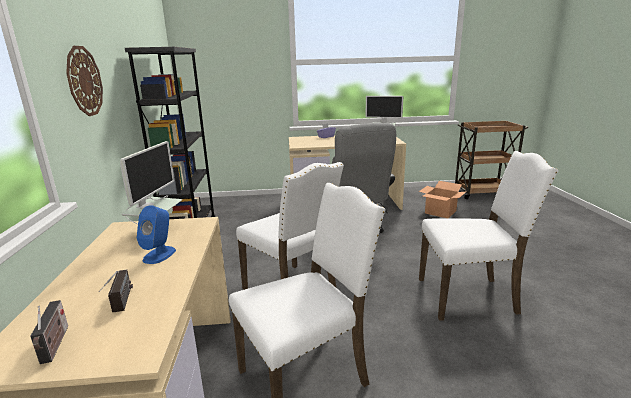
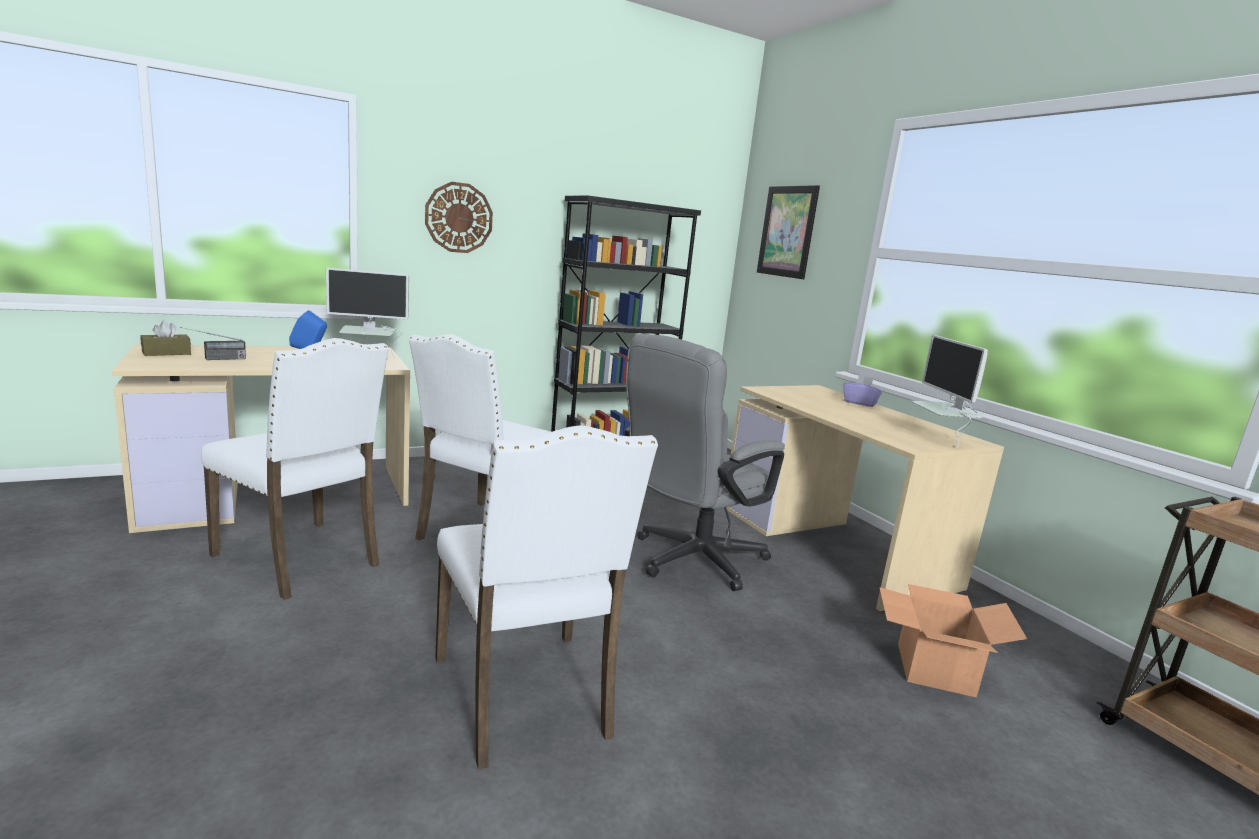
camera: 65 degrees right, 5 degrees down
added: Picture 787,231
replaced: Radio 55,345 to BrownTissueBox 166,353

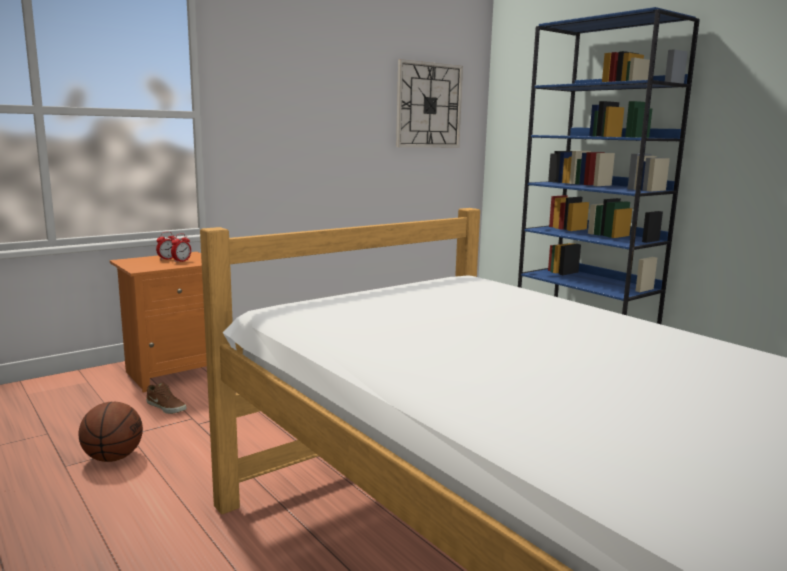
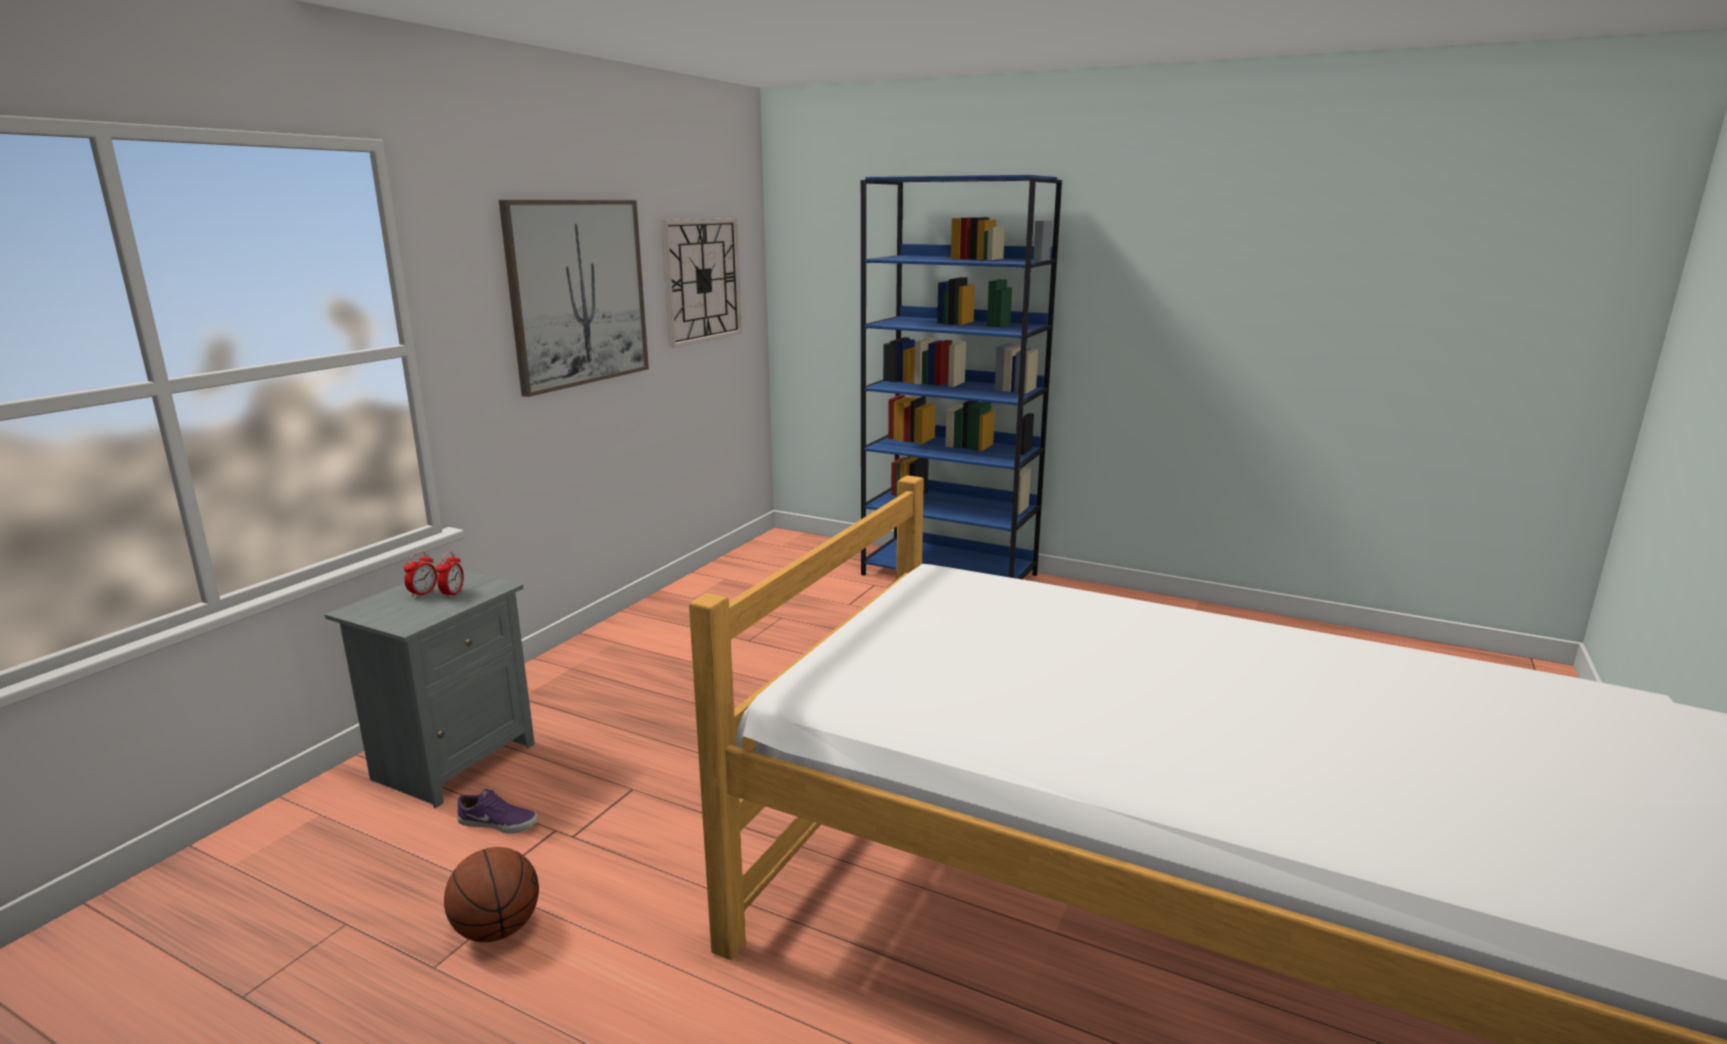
camera: 25 degrees left, 5 degrees up
added: Picture 578,293
recoloured: OrangeNightstand 173,373 to GreyNightstand 452,761; BrownShoe 167,407 to PurpleShoe 499,822

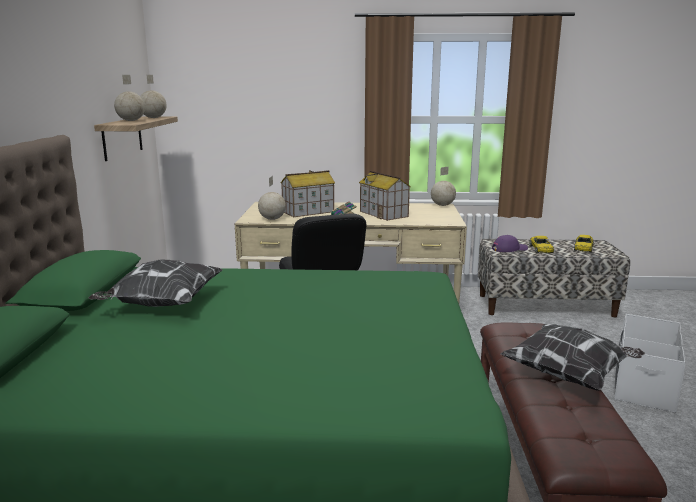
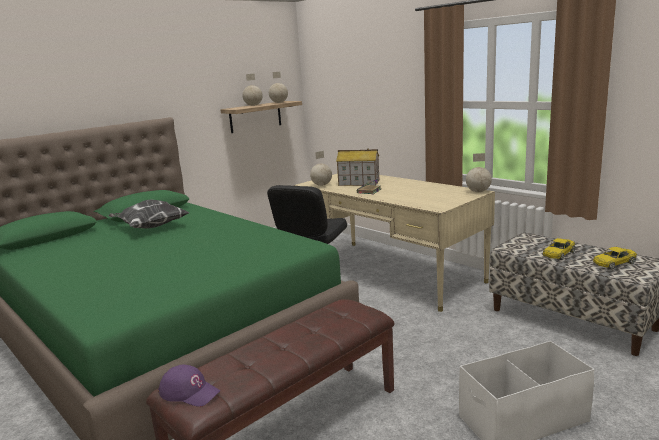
camera: 45 degrees right, 0 degrees up
removed: ToyHouse 384,214; Pillow 570,375
moved: PurpleCap 509,249 to 189,392

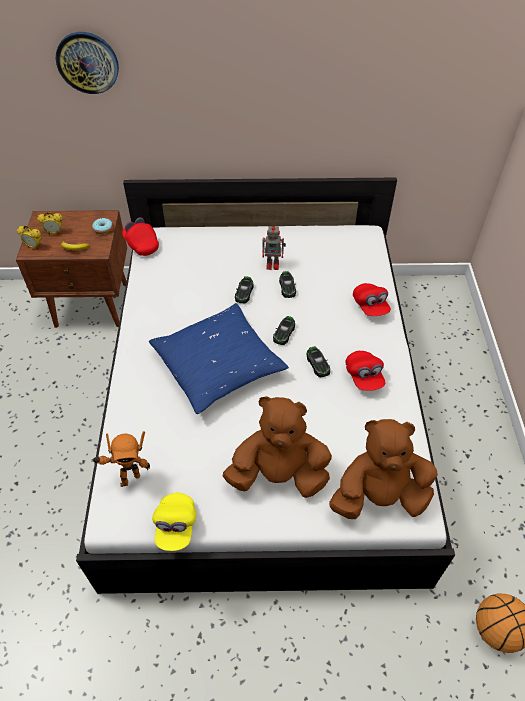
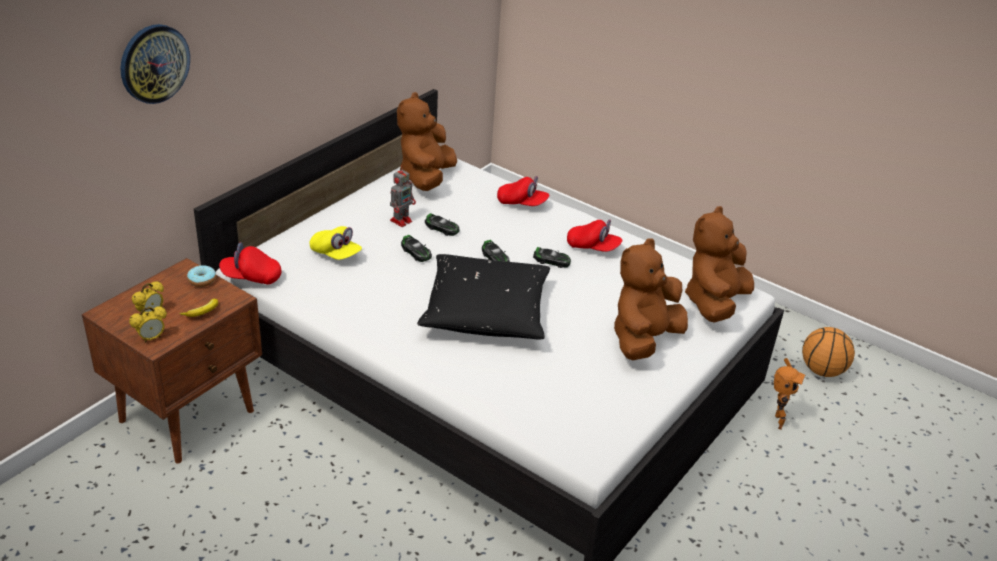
camera: 55 degrees left, 15 degrees down
added: BrownPlushToy 426,178
moved: YellowCap 176,526 to 335,254; ToyRobot 129,478 to 775,422
recoloured: BluePillow 218,365 to BlackPillow 486,311

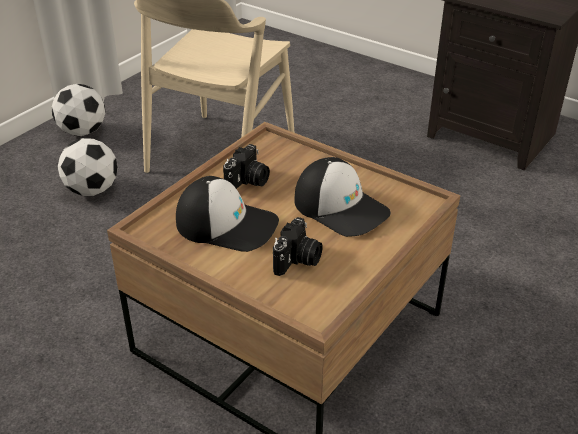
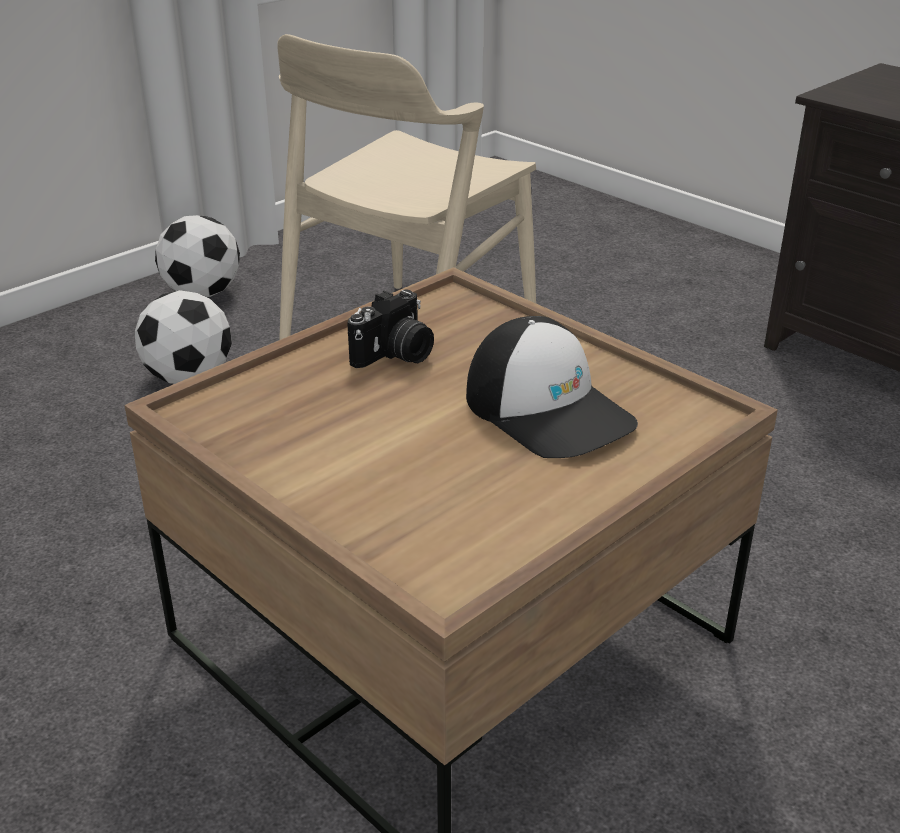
camera: 10 degrees right, 5 degrees down
removed: Cap 227,224; PhotoCamera 298,261

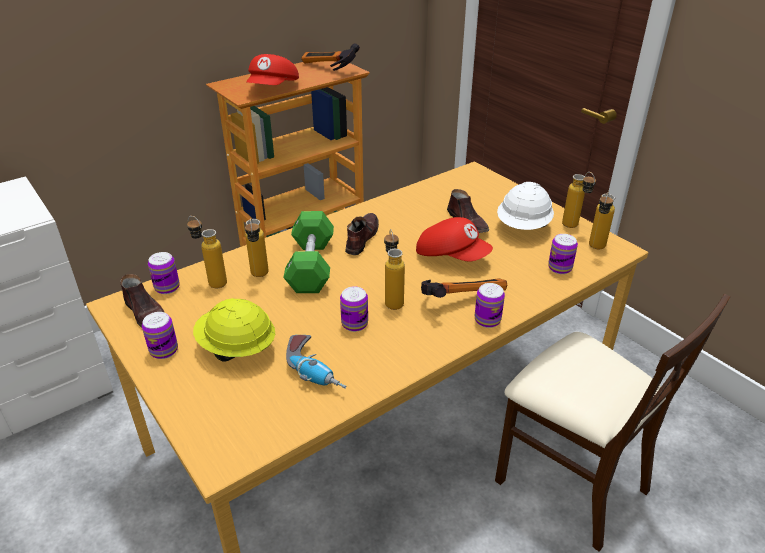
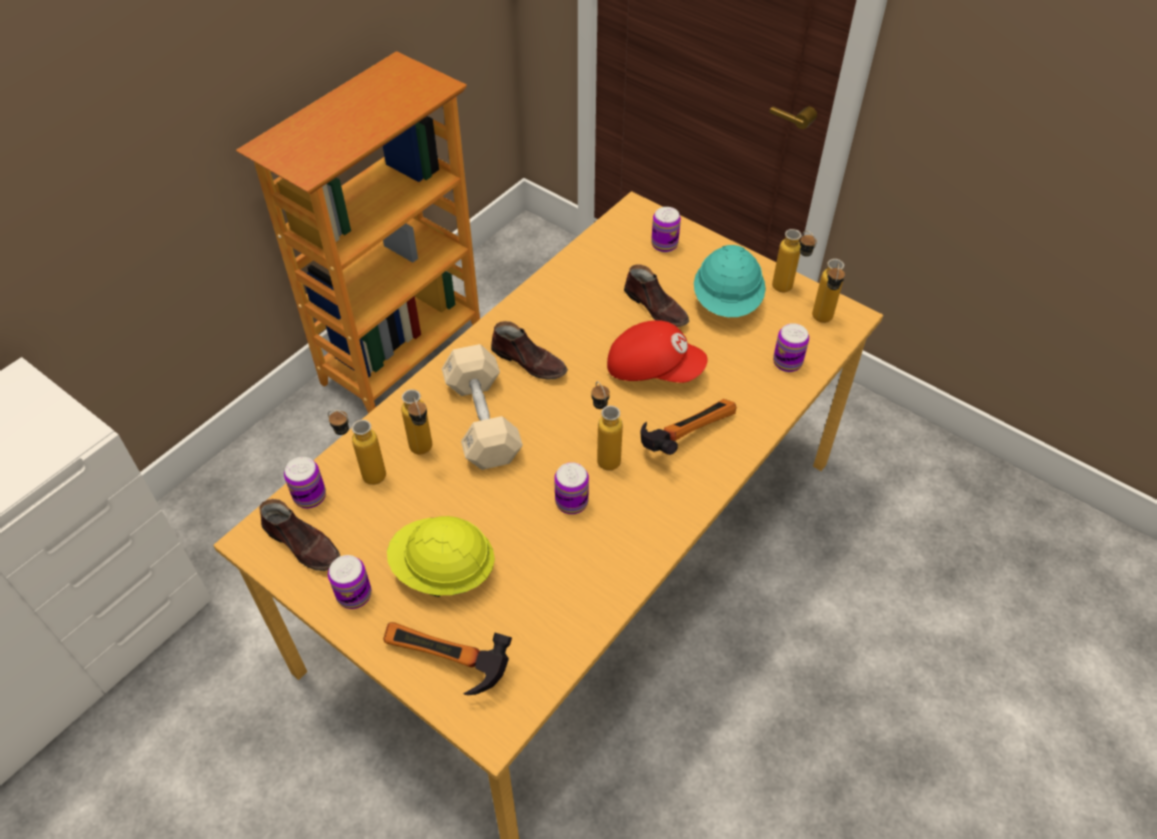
camera: 15 degrees left, 15 degrees up
removed: RedCap 273,88; PowerDrill 316,370; BeigeChair 571,482
moved: Hammer 326,69 to 444,666; Can 487,320 to 664,244
recoloured: GreenDumbbell 311,265 to BeigeDumbbell 482,421; WhiteHardHat 523,227 to TurquoiseHardHat 727,302
turned: BrownShoe 361,238 = 530,361 120 degrees clockwise

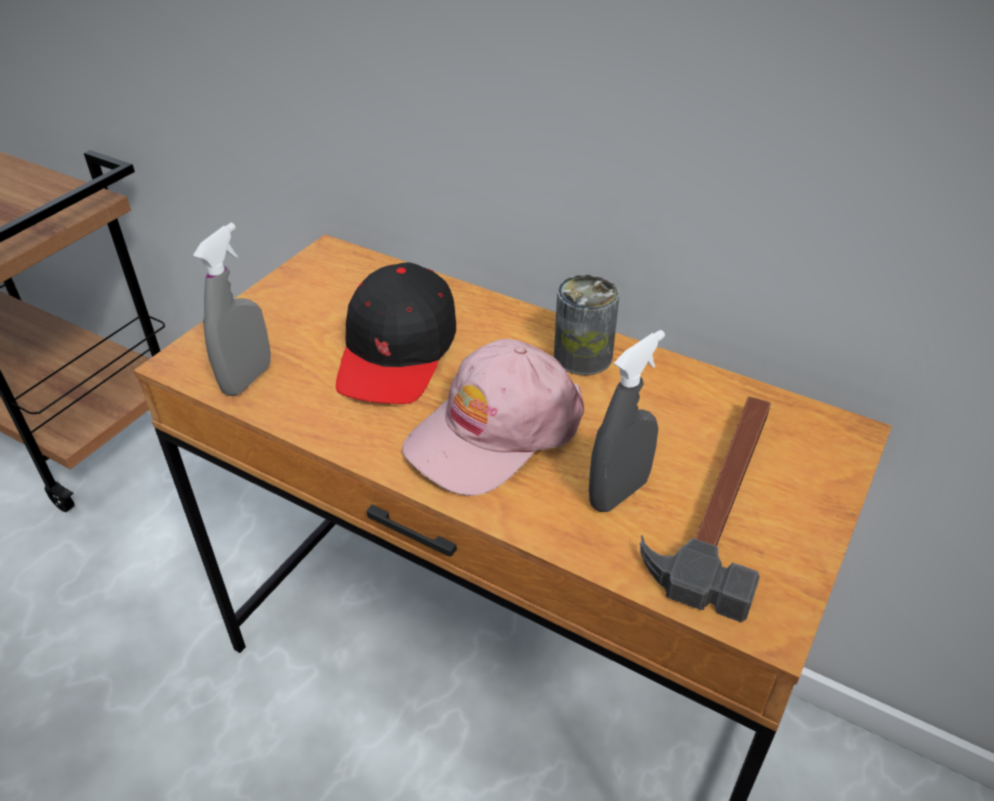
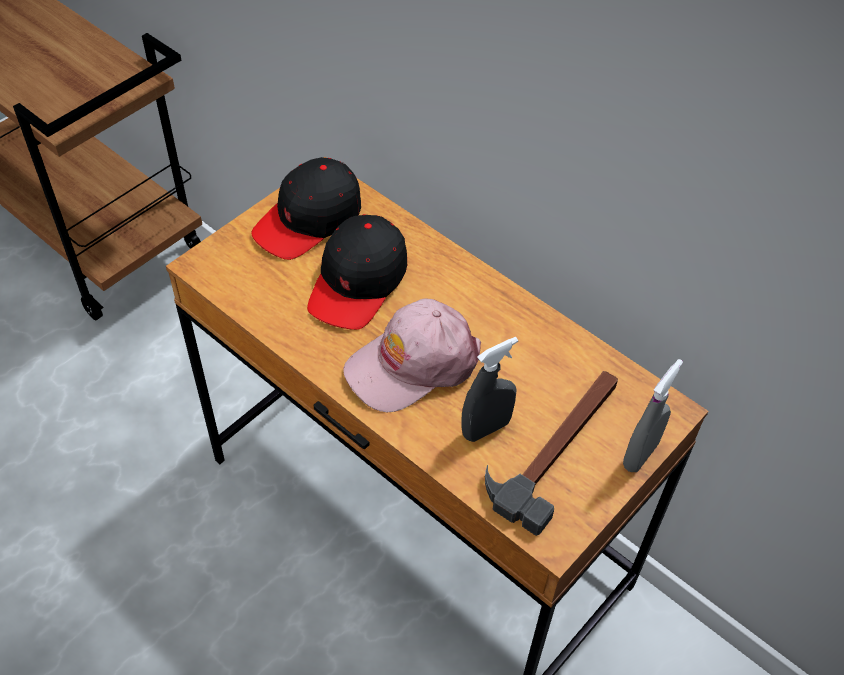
camera: 10 degrees right, 10 degrees up
removed: Can 582,356
added: BlackCap 309,219
moved: GreySprayBottle 247,379 to 640,455

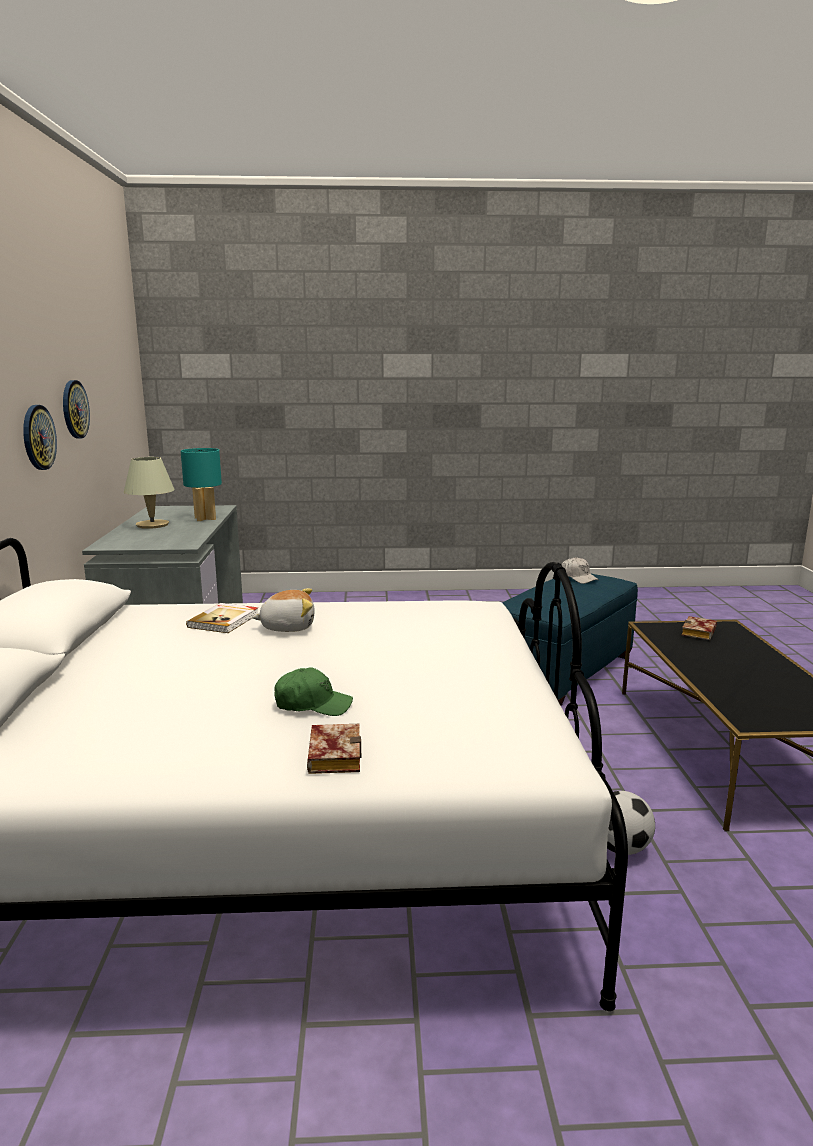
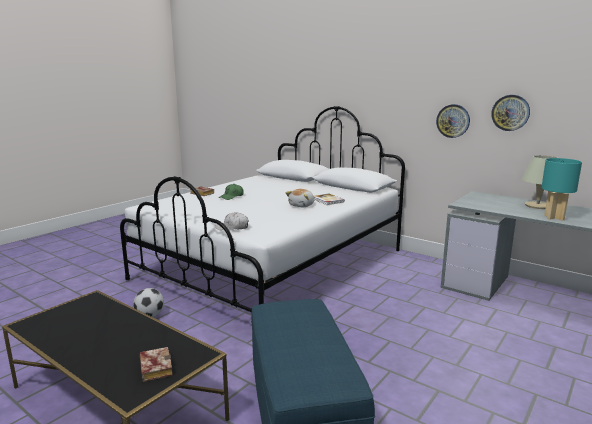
camera: 130 degrees right, 0 degrees up
moved: WhiteCap 578,578 to 232,227

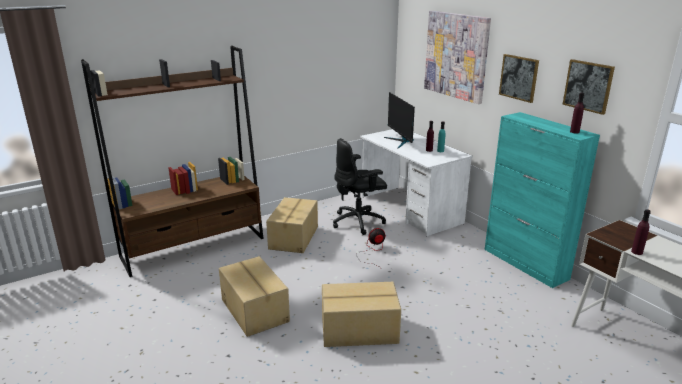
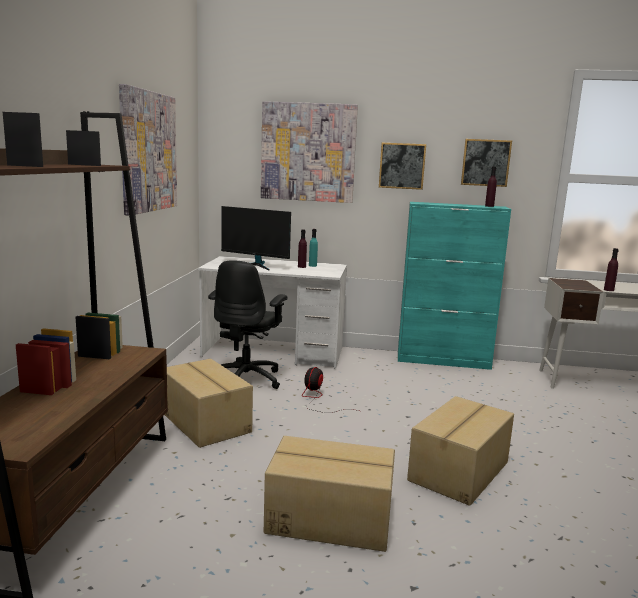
camera: 50 degrees left, 10 degrees down
added: Picture 148,152

